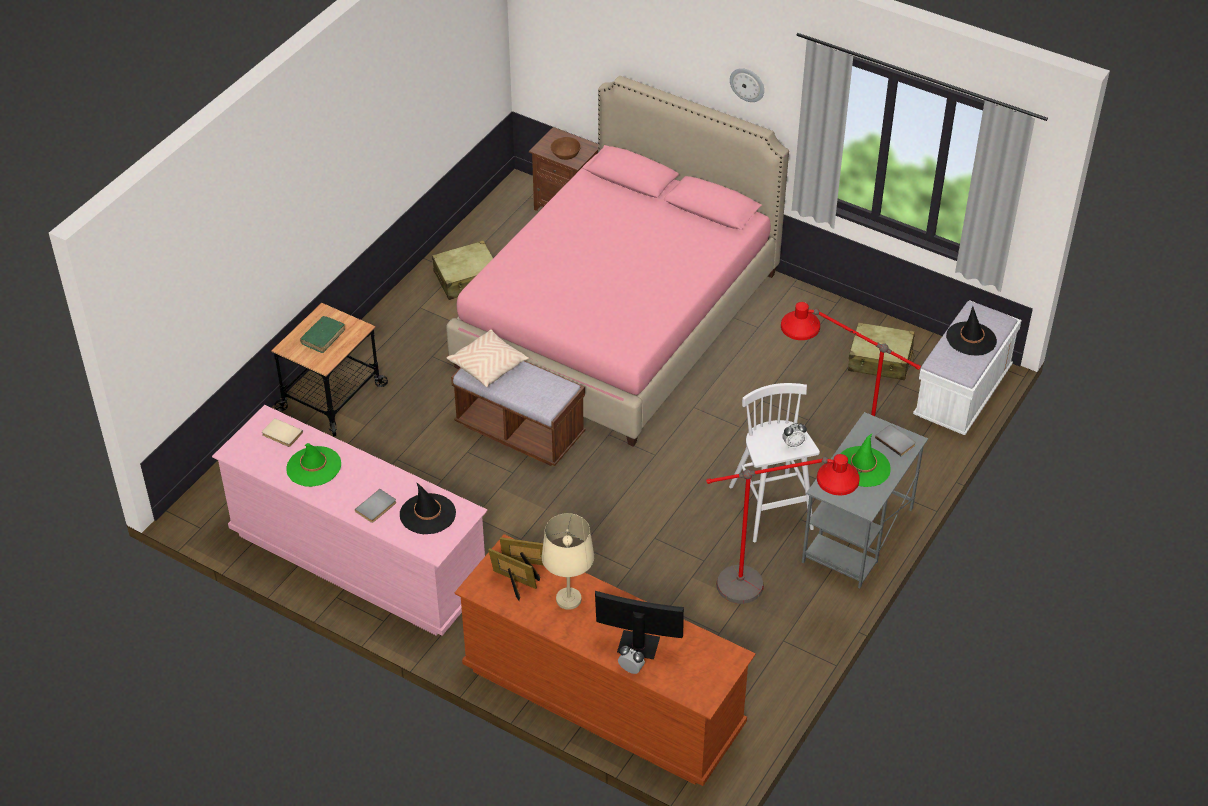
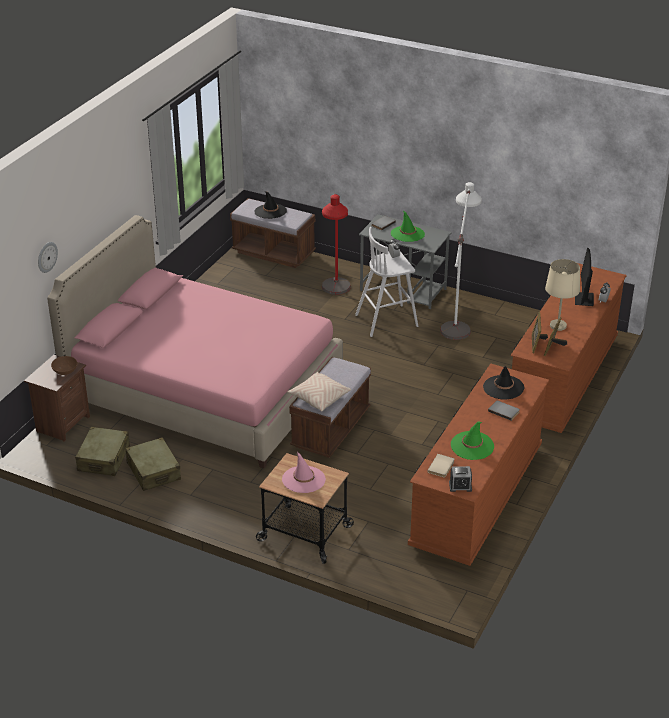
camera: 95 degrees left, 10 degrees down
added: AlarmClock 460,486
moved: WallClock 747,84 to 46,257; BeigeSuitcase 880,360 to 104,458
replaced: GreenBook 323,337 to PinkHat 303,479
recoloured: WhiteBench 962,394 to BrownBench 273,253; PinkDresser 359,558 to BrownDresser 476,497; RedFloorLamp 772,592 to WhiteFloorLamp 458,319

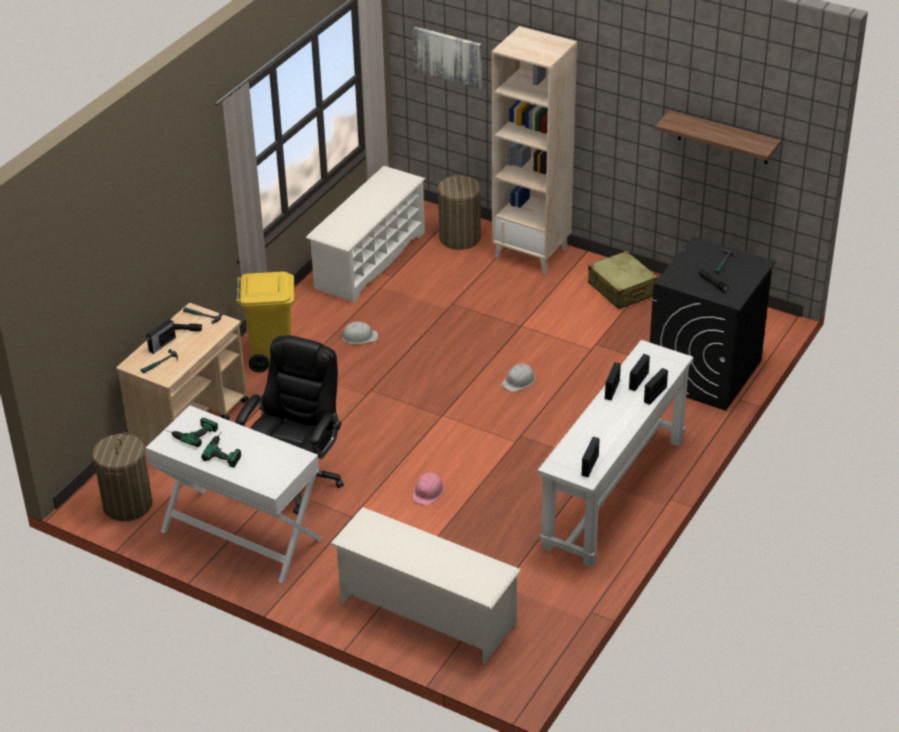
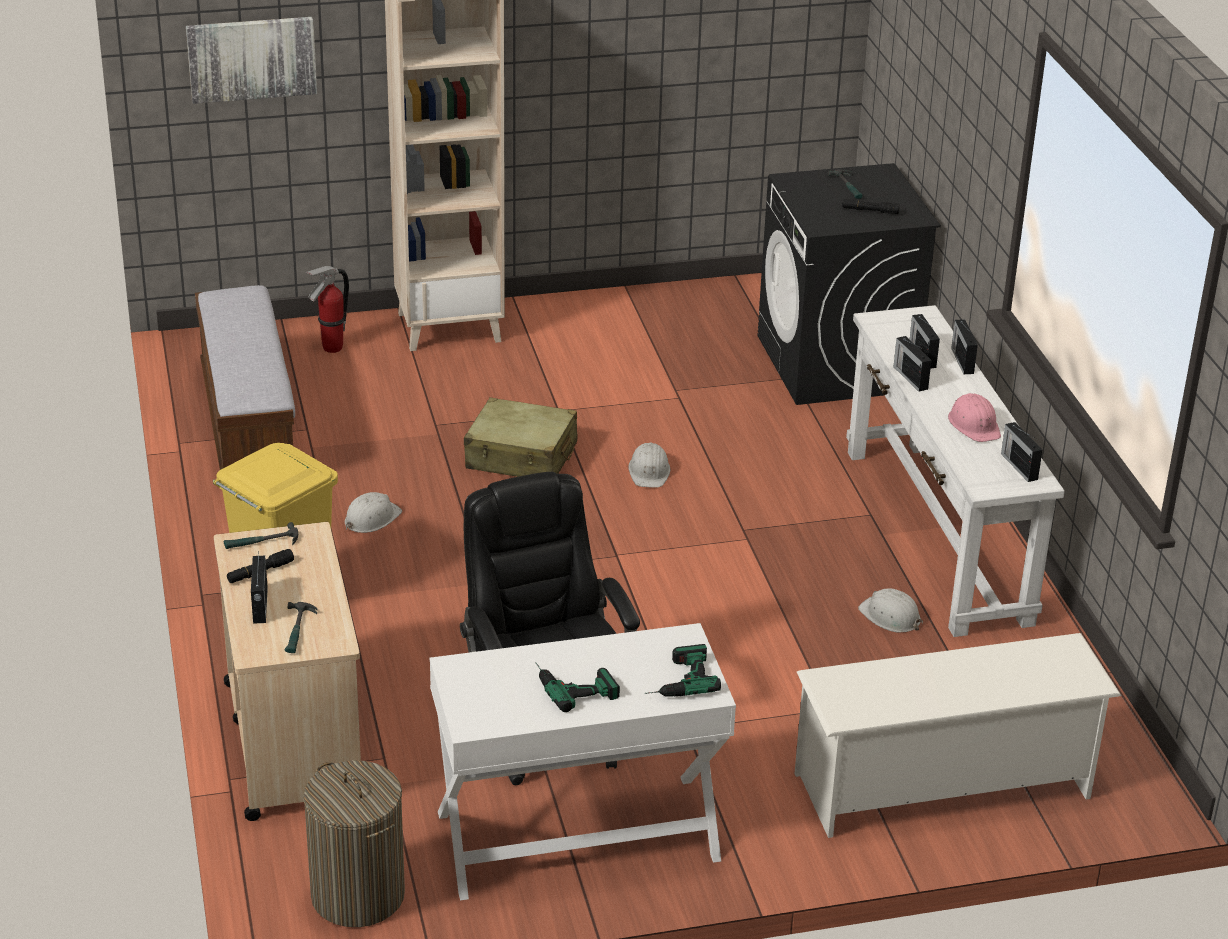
camera: 45 degrees left, 5 degrees down
removed: Shelf 723,138
added: WhiteHardHat 890,616
moved: BeigeSuitcase 622,289 to 521,456; PowerDrill 191,432 to 676,679; PinkHardHat 428,492 to 974,425
replaced: WhiteShoeRack 369,260 to Bench 248,424; LaundryBasket 460,238 to FireExtinguisher 332,348

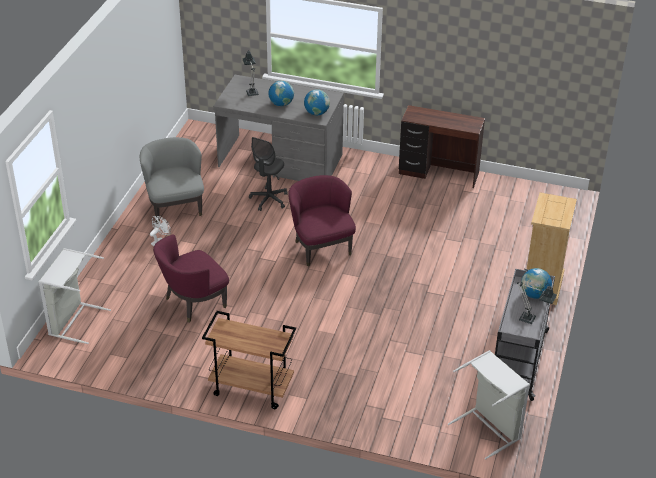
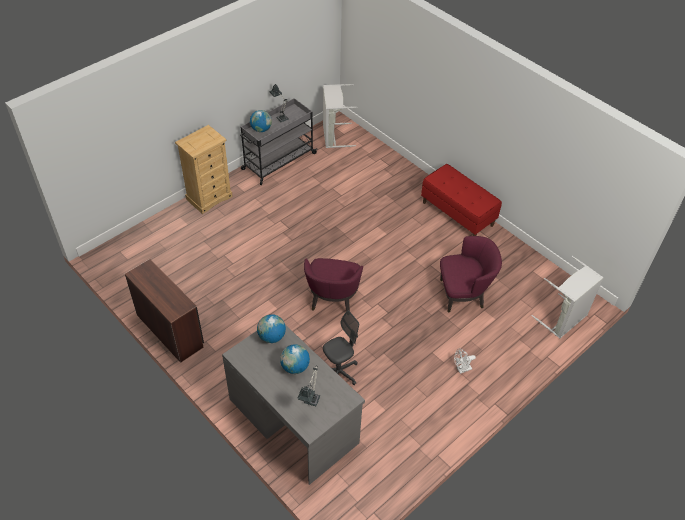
camera: 150 degrees left, 10 degrees up
removed: GreyArmchair 175,207
replaced: BrownCart 250,389 to RedBench 458,214

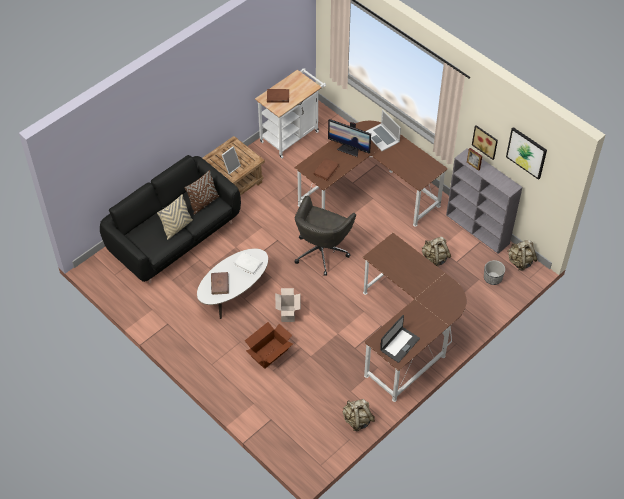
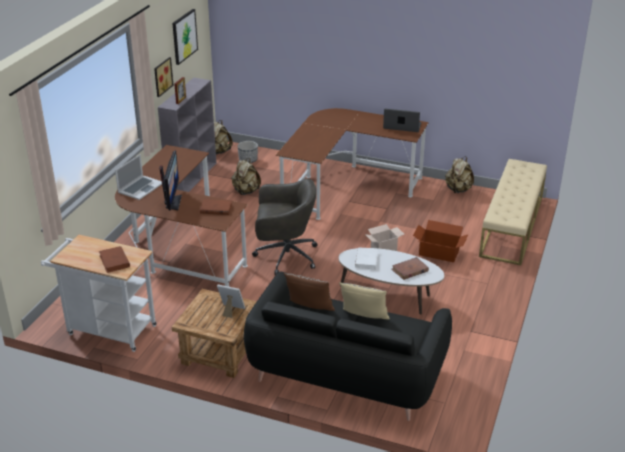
camera: 115 degrees left, 20 degrees down
added: BeigeBench 512,226

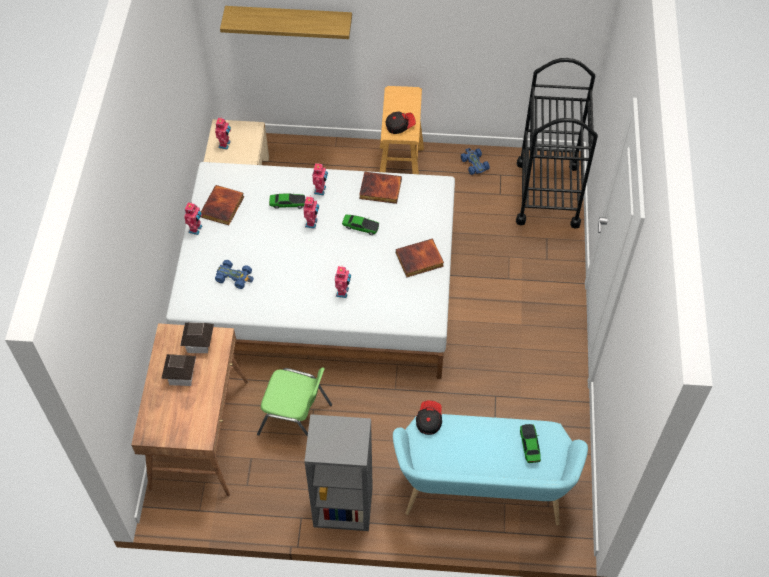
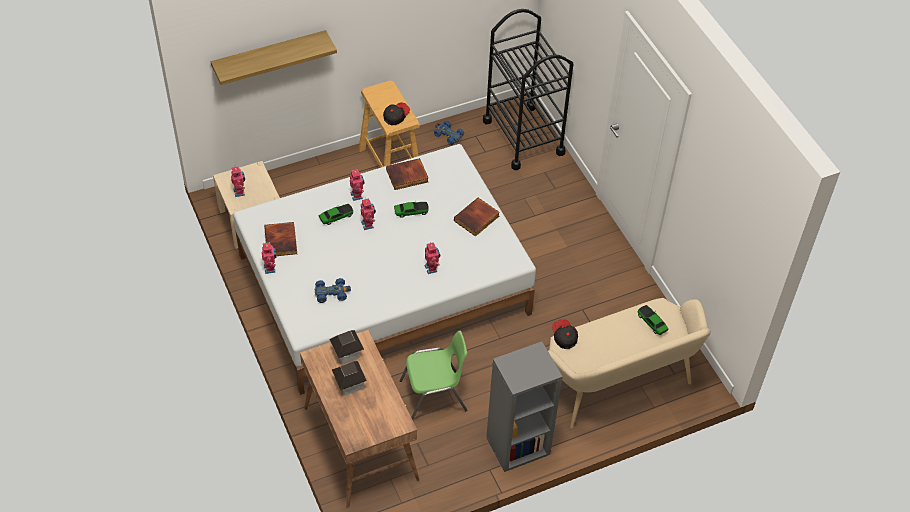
camera: 30 degrees left, 5 degrees down
recoloured: TurquoiseBench 482,493 to BeigeBench 619,386

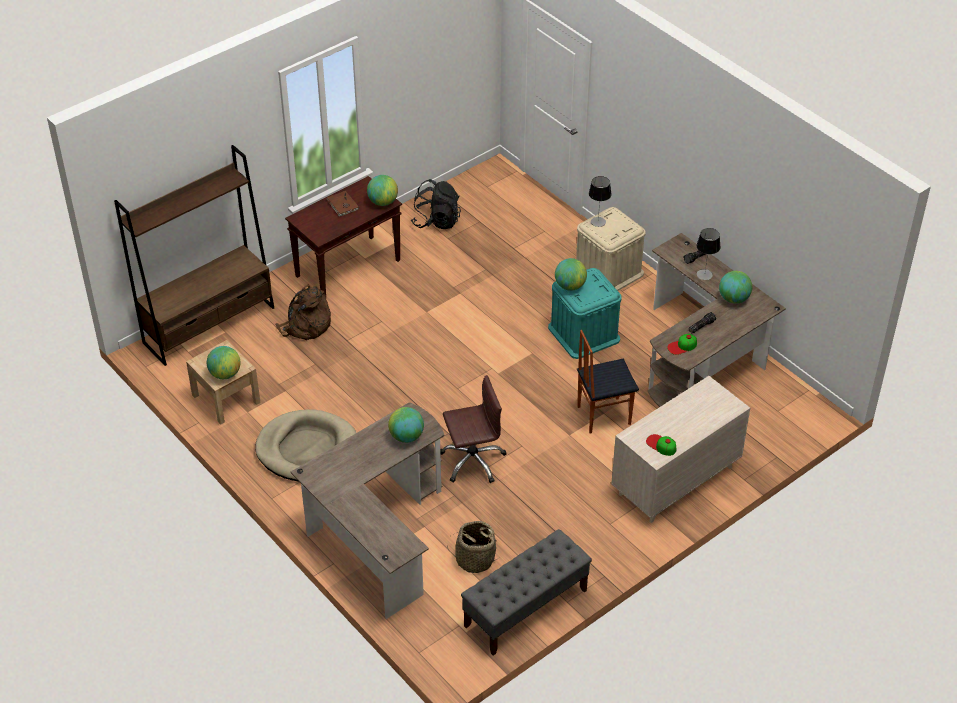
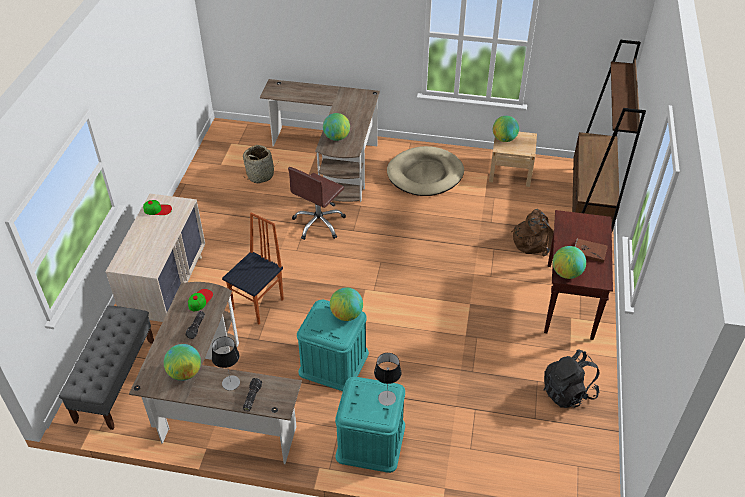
camera: 140 degrees right, 0 degrees up
moved: GreyBench 525,608 to 116,380
recoloured: BeigeStorageBox 608,271 to TurquoiseStorageBox 370,441

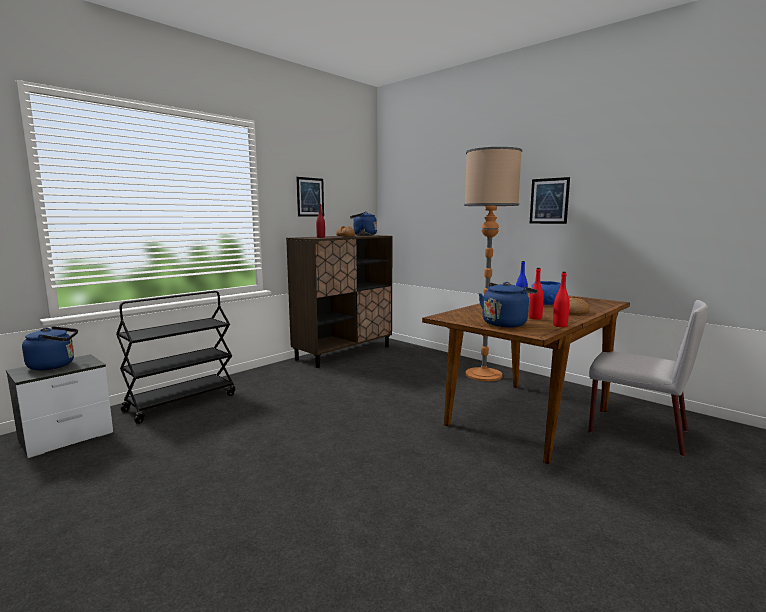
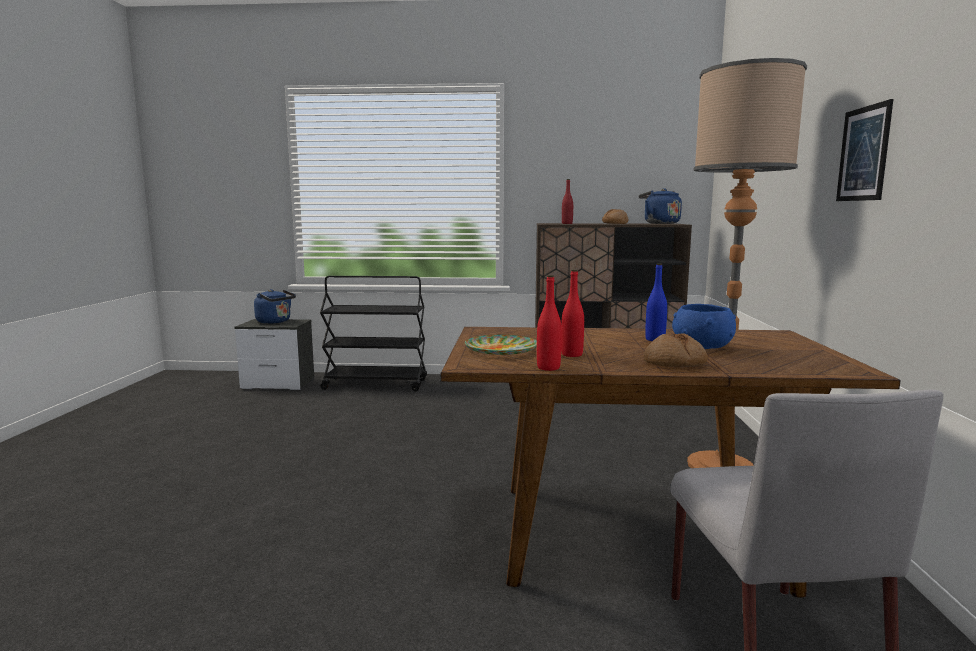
camera: 50 degrees right, 0 degrees up
removed: Picture 310,197
replaced: BlueKettle 505,323 to Plate 501,350

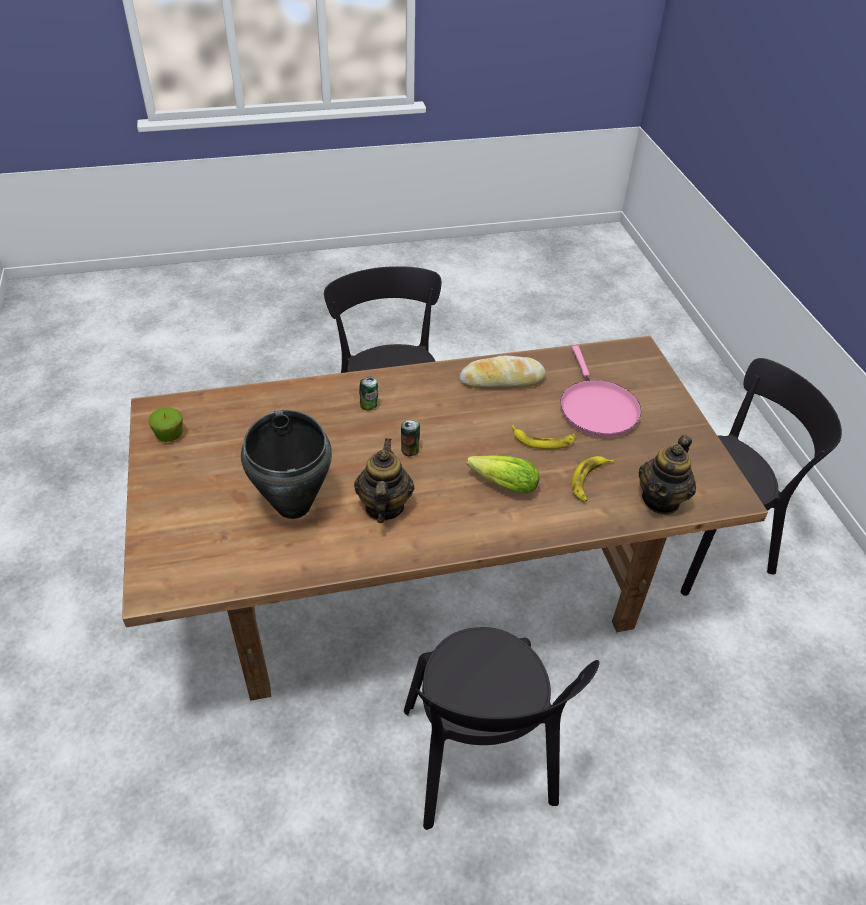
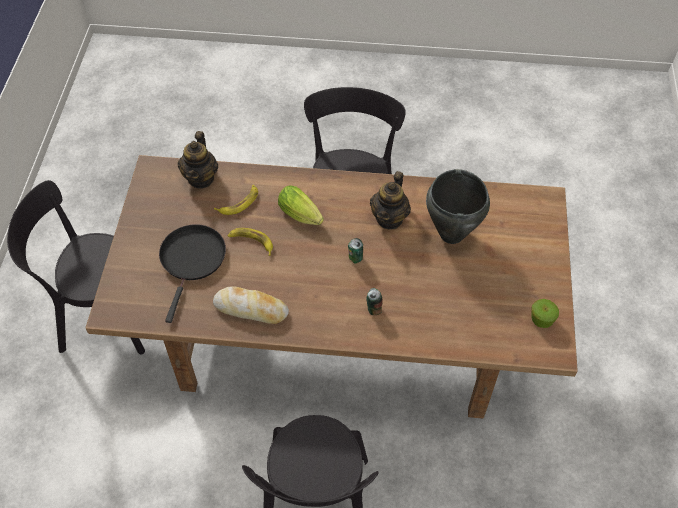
camera: 160 degrees left, 10 degrees up
recoloured: PinkFryingPan 596,408 to BlackFryingPan 192,260
turned: Teapot 661,500 = 201,178 135 degrees clockwise

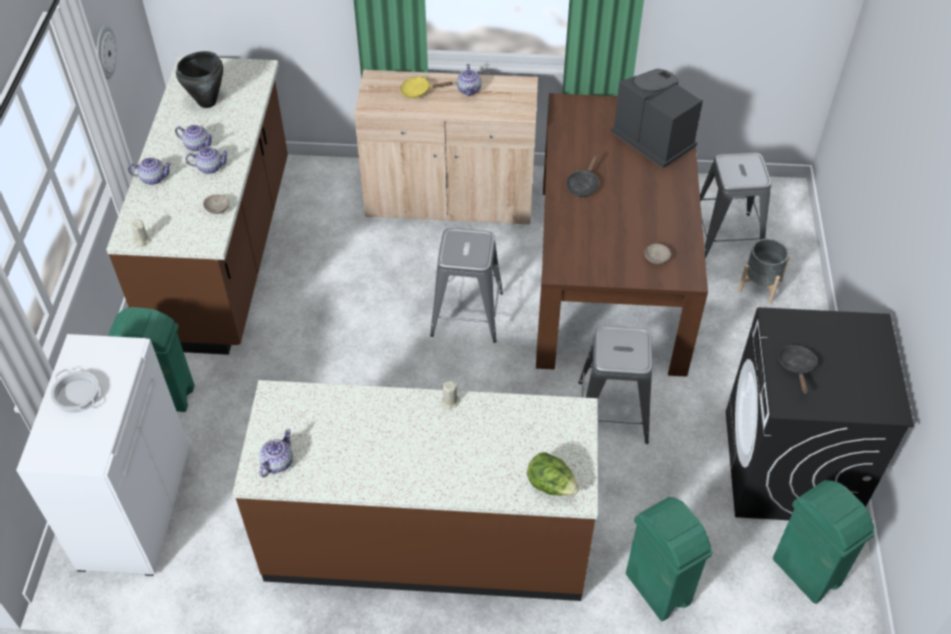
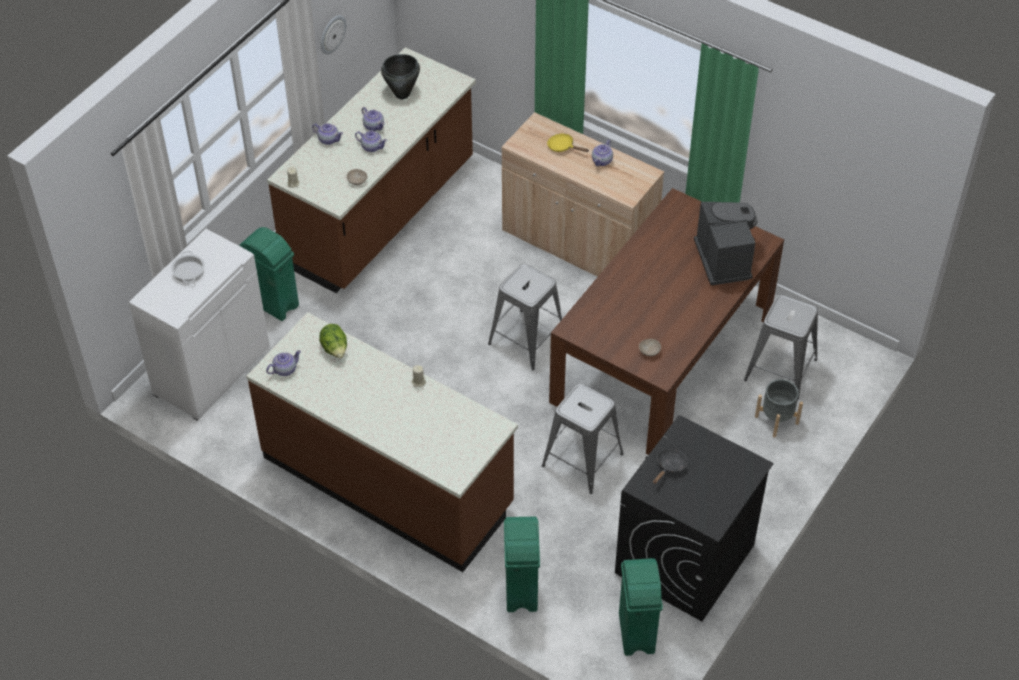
camera: 30 degrees right, 0 degrees up
removed: BlackFryingPan 583,185
moved: Lettuce 551,485 to 335,349

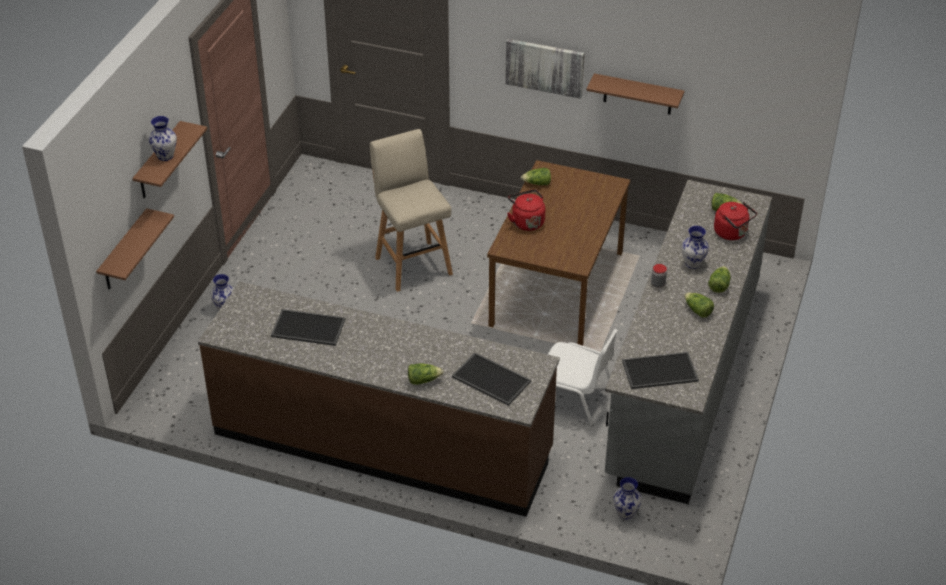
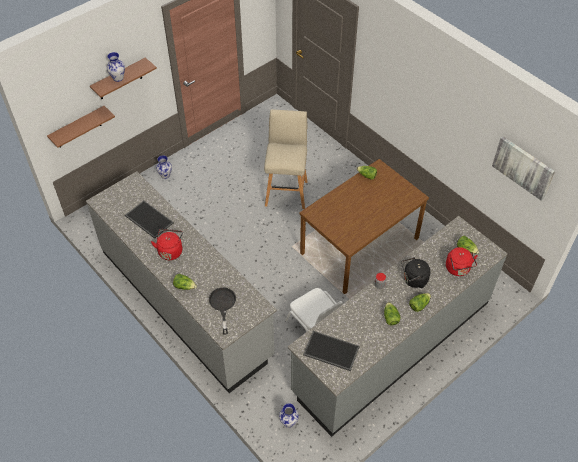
camera: 30 degrees right, 10 degrees up
removed: BrownShelf 637,94
moved: RedKettle 526,222 to 170,251; Picture 545,67 to 523,167
replaced: Tray 490,379 to BlackFryingPan 222,305; Vase 692,263 to BlackKettle 413,280
recoloured: BrownCounter 383,442 to GreyCounter 185,302

